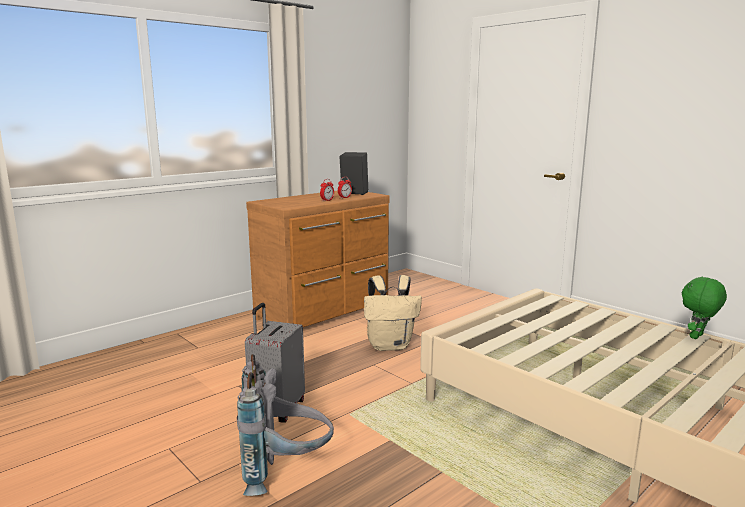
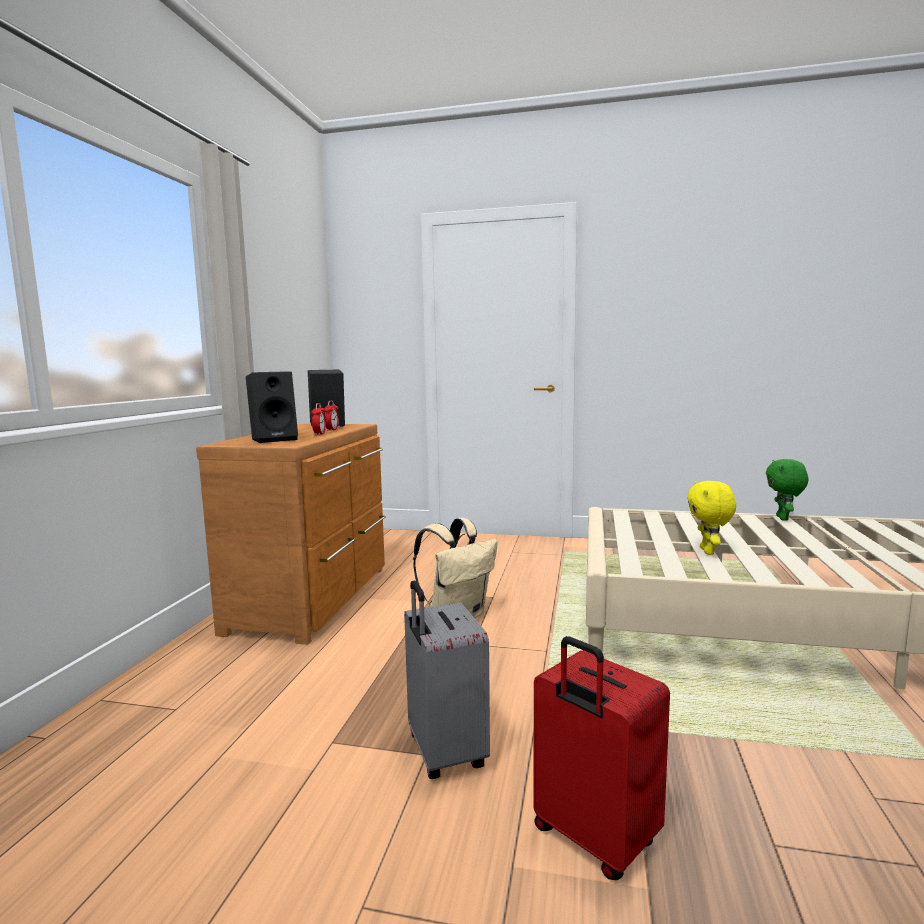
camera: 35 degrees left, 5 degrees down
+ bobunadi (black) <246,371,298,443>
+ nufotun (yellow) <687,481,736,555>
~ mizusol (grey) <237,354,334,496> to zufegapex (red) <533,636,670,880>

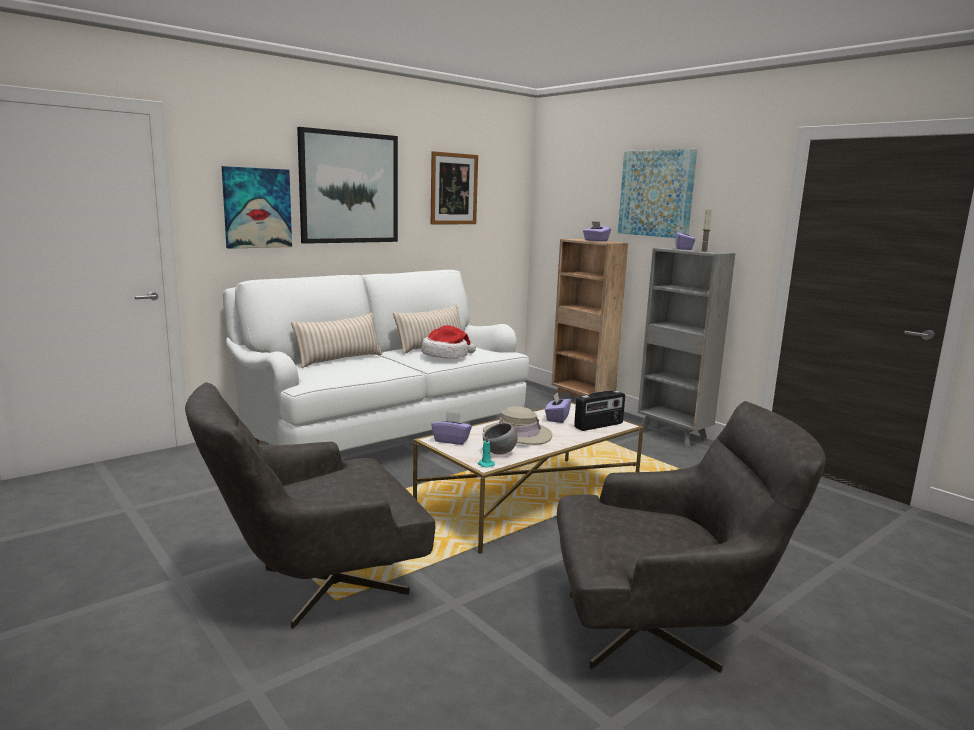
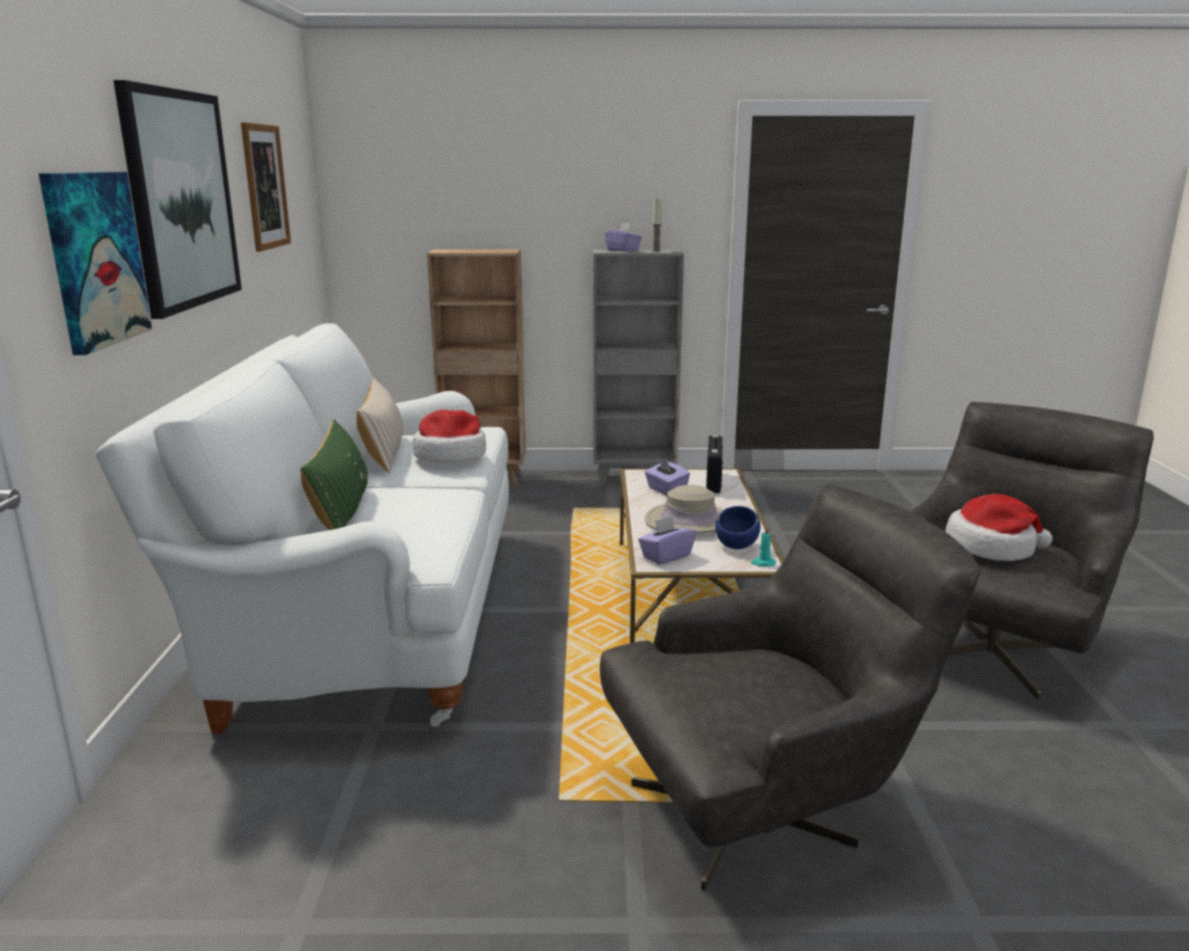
camera: 50 degrees left, 5 degrees up
- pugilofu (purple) <583,221,611,242>
- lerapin <618,149,697,238>
+ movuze <945,494,1053,561>
~ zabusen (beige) <291,313,382,368> to zabusen (green) <300,419,368,530>
~ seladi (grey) <483,423,518,455> to seladi (blue) <715,506,761,549>
~ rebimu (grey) <185,382,435,629> = <600,484,980,891> 120 degrees counterclockwise

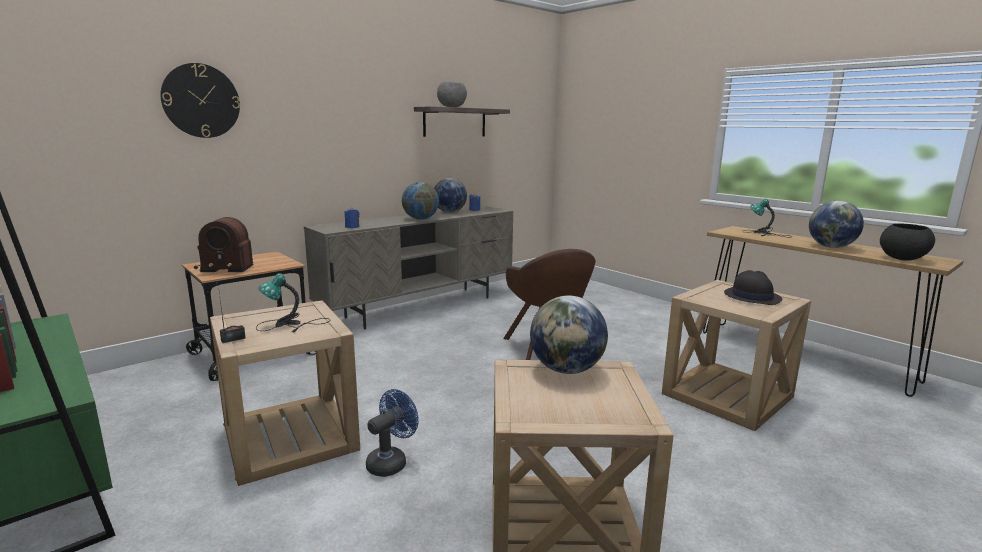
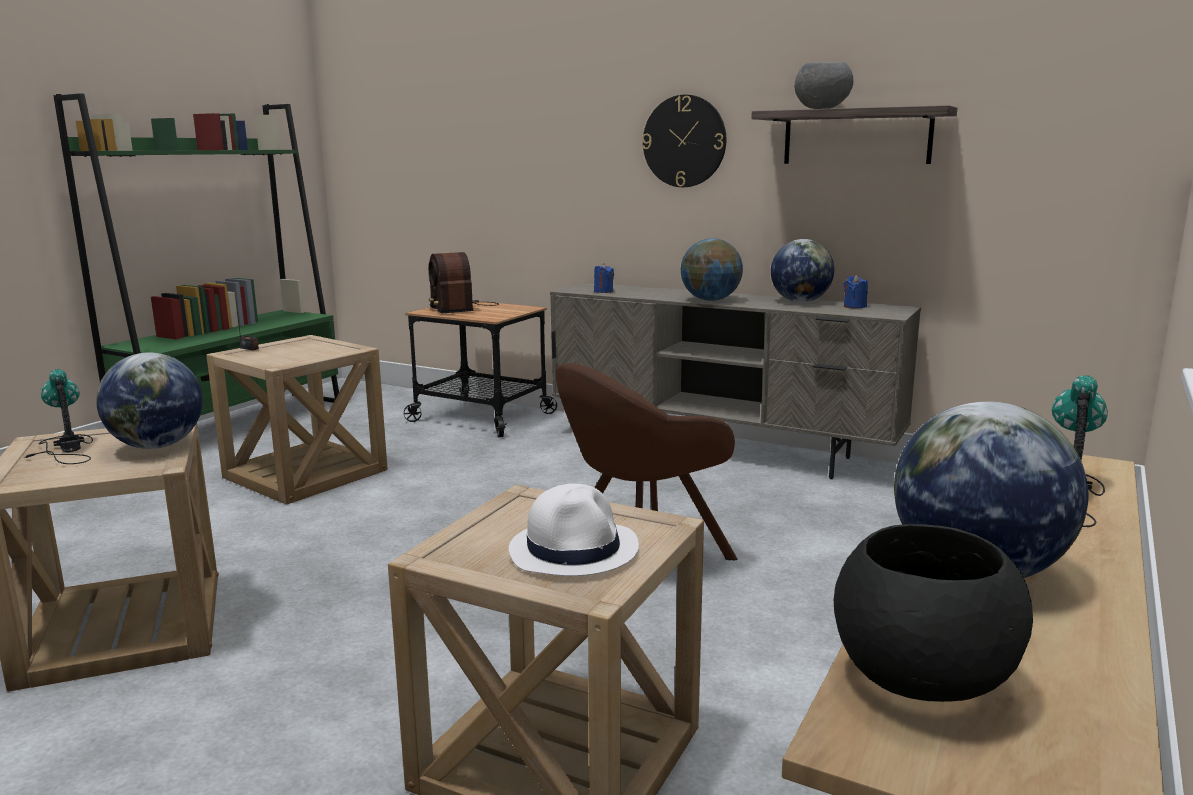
camera: 70 degrees right, 0 degrees up
- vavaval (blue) <366,389,419,477>
~ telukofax <160,63,240,138> to <642,95,726,187>
~ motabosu <256,273,330,332> to <23,369,93,464>
~ movuze (black) <724,270,782,305> to movuze (white) <509,484,639,576>

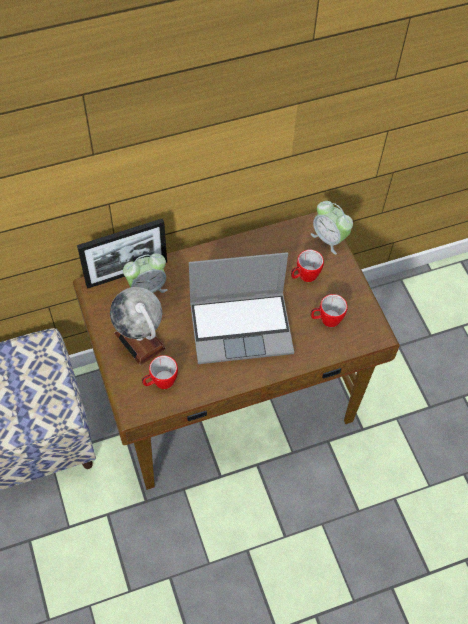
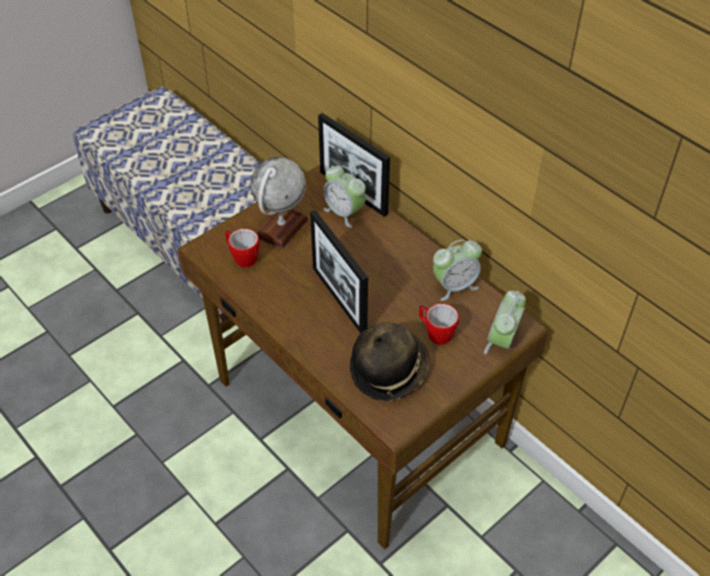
camera: 70 degrees right, 10 degrees down
+ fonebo <433,240,482,301>
~ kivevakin <189,252,294,364> to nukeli <310,210,368,333>
~ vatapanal <311,294,348,327> to movuze <350,322,430,402>

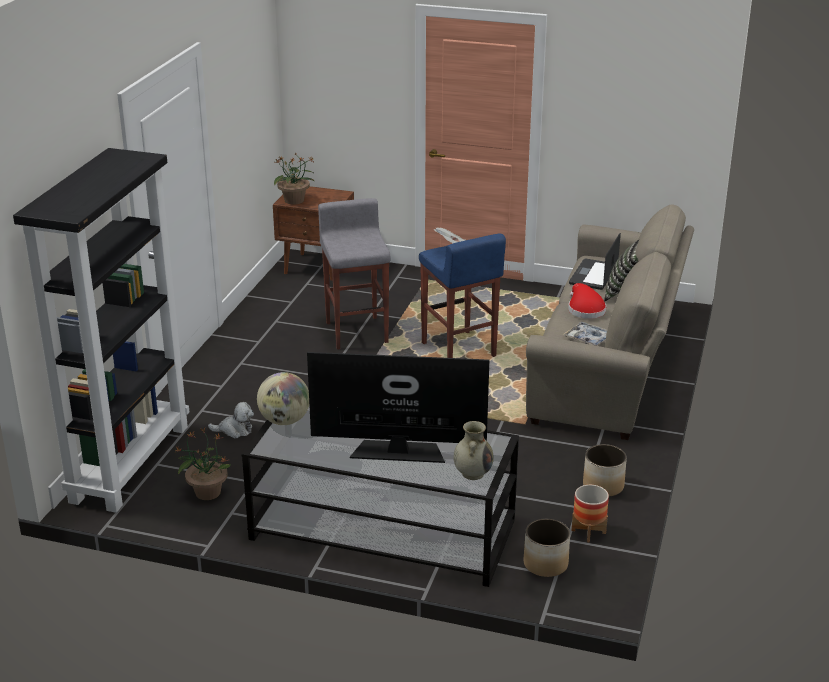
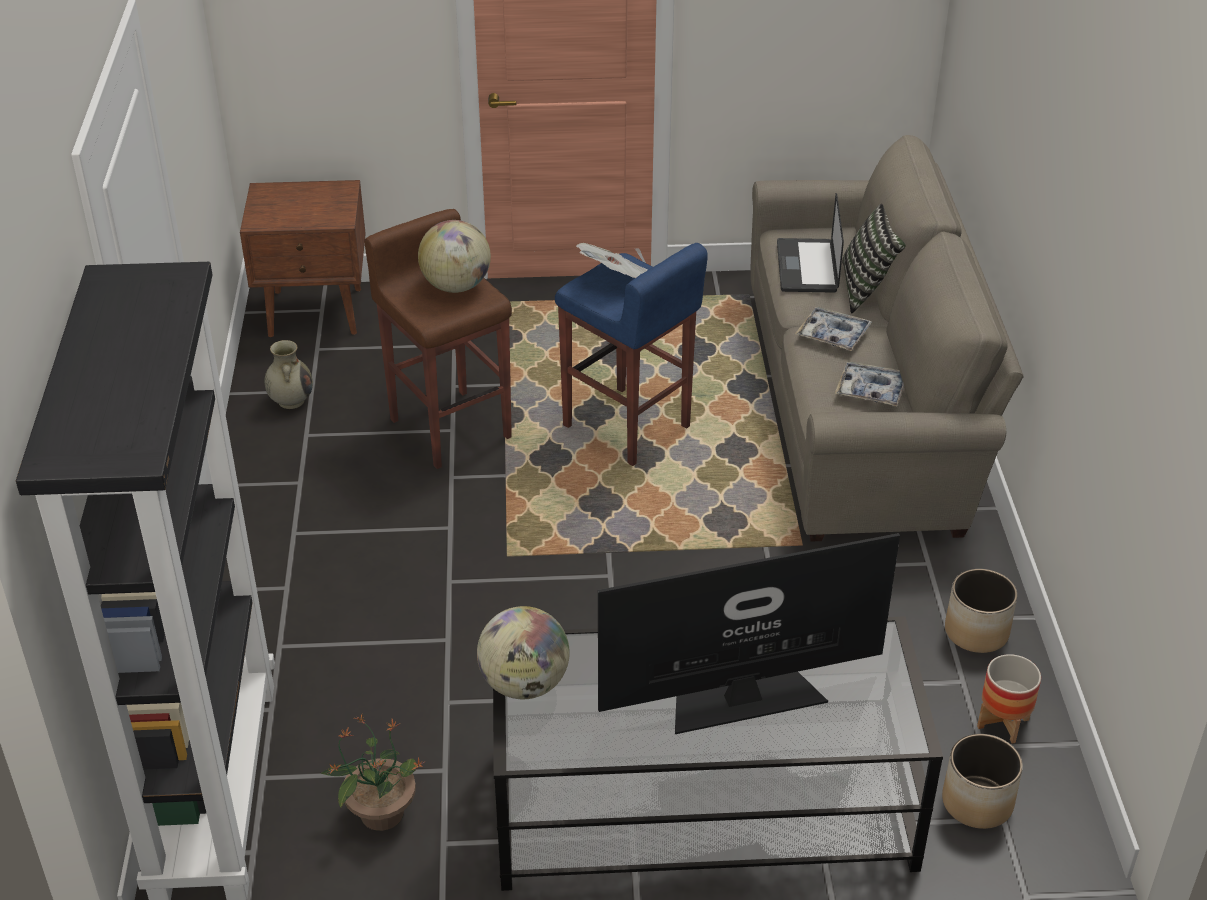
camera: 20 degrees left, 10 degrees up
- nufotun <208,402,254,438>
- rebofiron <274,153,315,205>
+ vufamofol <418,220,491,293>
~ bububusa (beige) <454,421,494,480> to <264,340,313,409>
~ movuze (red) <568,283,606,319> to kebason <795,307,872,351>
~ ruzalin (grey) <318,198,391,350> to ruzalin (brown) <364,209,512,469>

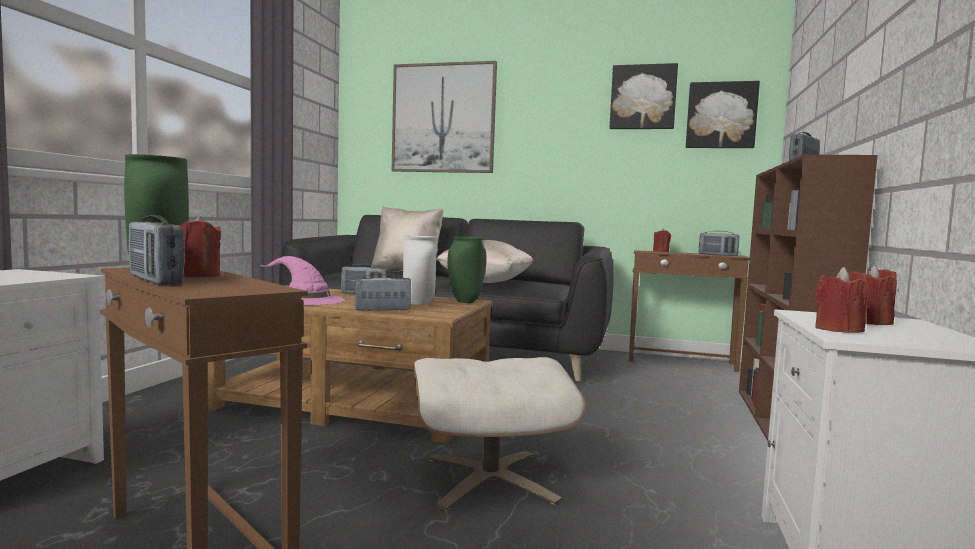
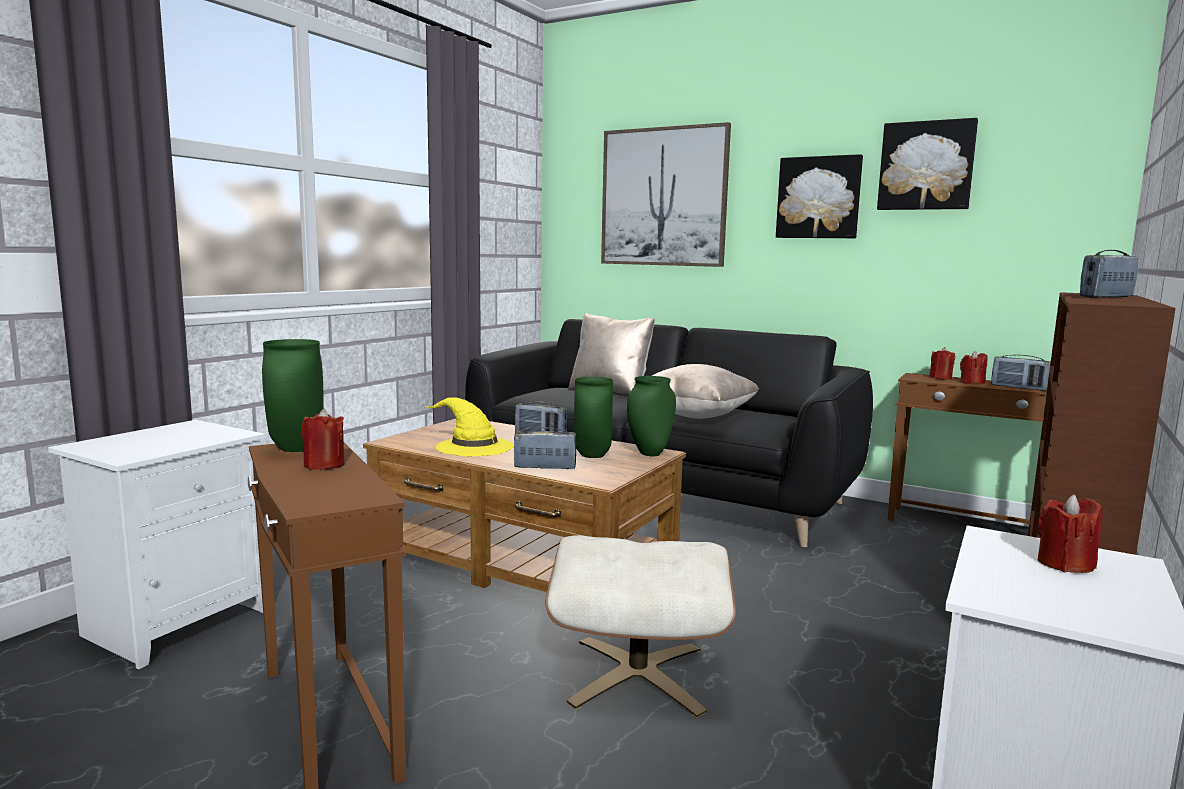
camera: 15 degrees right, 5 degrees up
- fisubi <128,215,185,285>
~ lerapin <686,81,760,148> to <776,154,863,238>
~ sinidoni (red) <815,267,868,333> to <960,351,988,384>
~ movuze (pink) <261,256,345,305> to movuze (yellow) <426,397,514,456>
~ bububusa (white) <403,236,437,305> to bububusa (green) <574,377,613,458>

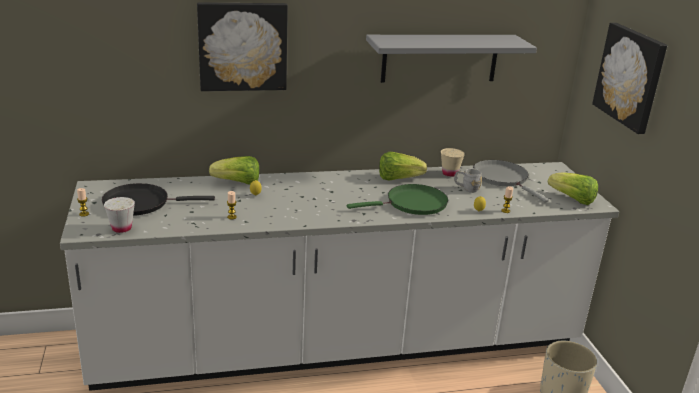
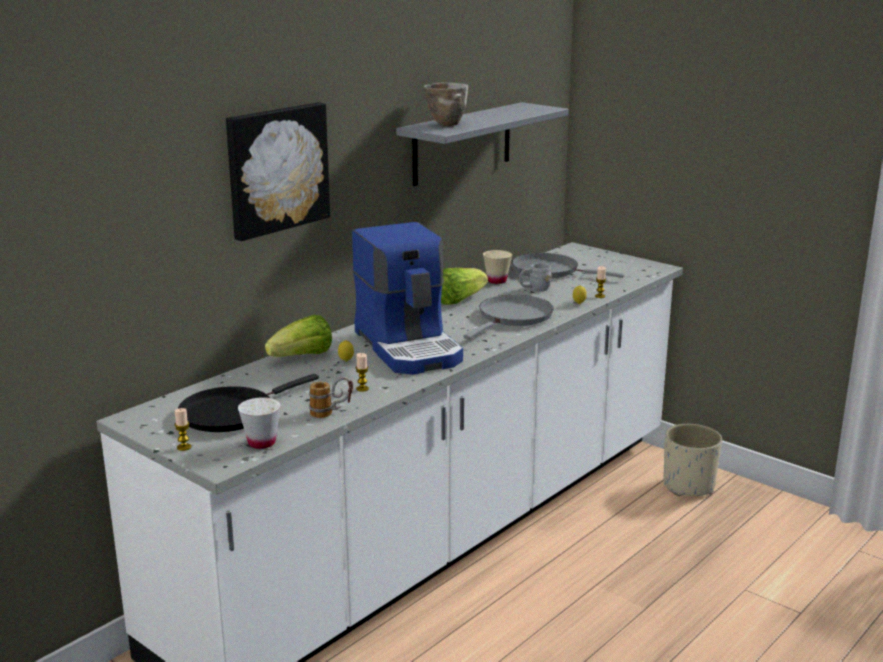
camera: 35 degrees left, 5 degrees down
- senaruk <548,172,598,205>
- lerapin <592,23,667,134>
+ vatapanal <309,377,353,418>
+ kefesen <352,222,463,375>
+ seladi <424,82,468,126>
~ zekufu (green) <347,184,448,215> to zekufu (grey) <464,295,554,339>

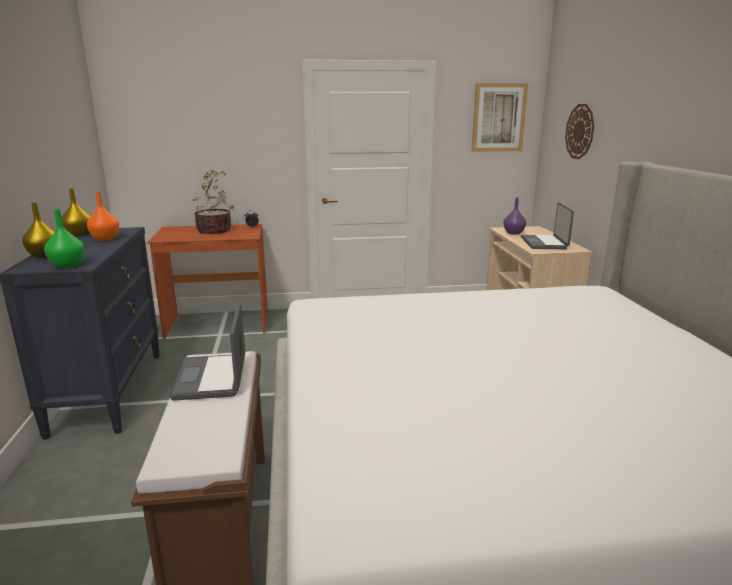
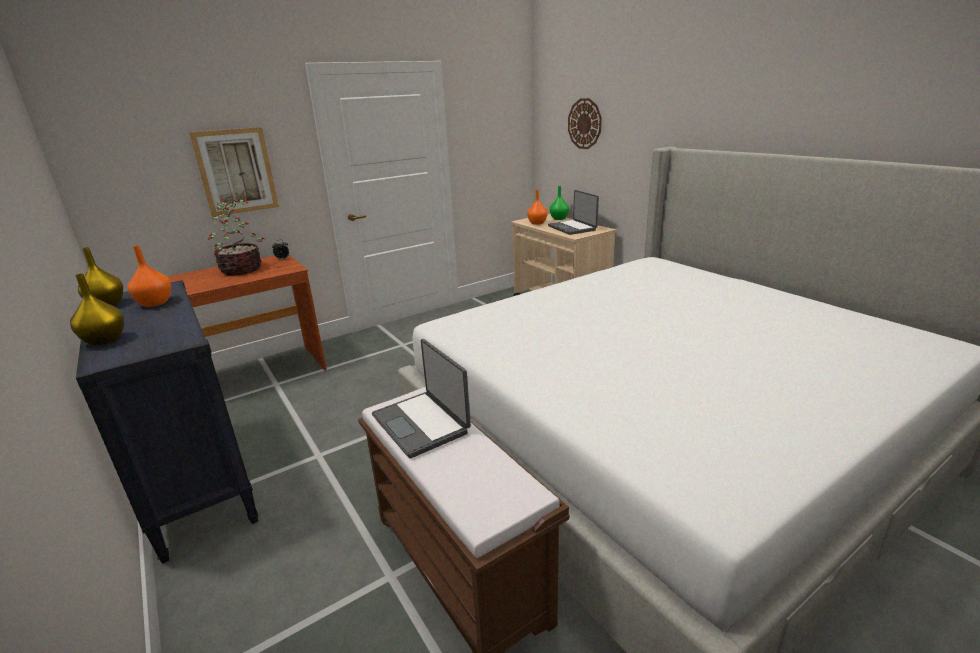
camera: 25 degrees left, 5 degrees up
~ bububusa (green) <44,209,84,268> to <549,186,569,220>
~ lerapin <471,83,528,152> to <189,127,279,217>
~ bububusa (purple) <503,197,526,235> to bububusa (orange) <527,190,548,225>

